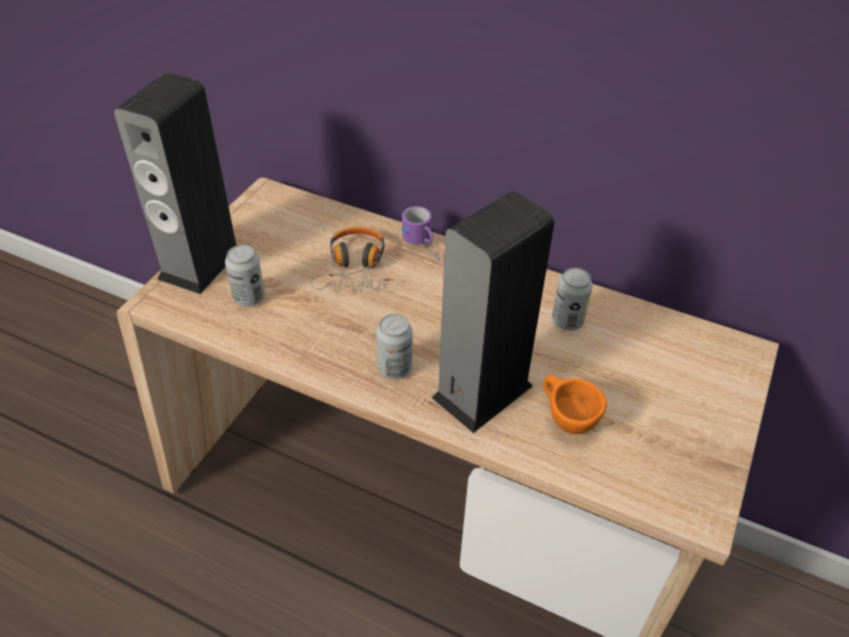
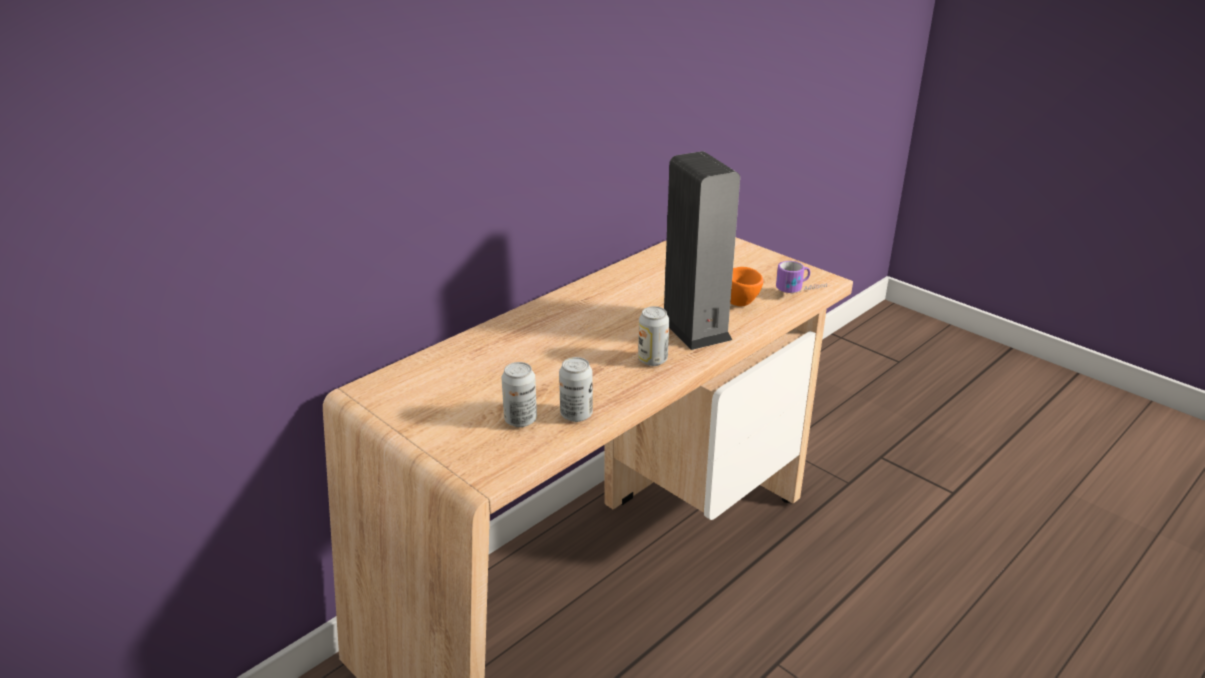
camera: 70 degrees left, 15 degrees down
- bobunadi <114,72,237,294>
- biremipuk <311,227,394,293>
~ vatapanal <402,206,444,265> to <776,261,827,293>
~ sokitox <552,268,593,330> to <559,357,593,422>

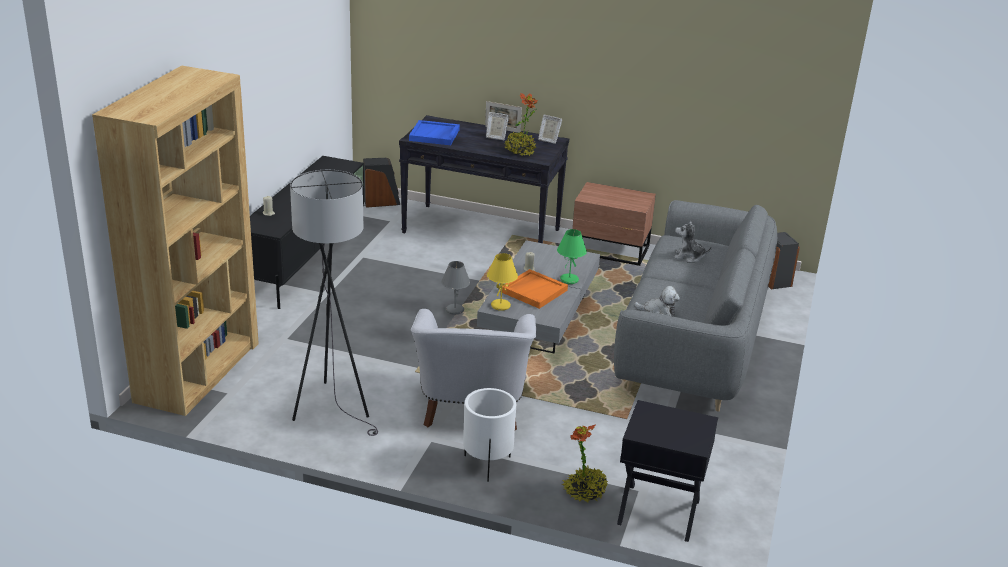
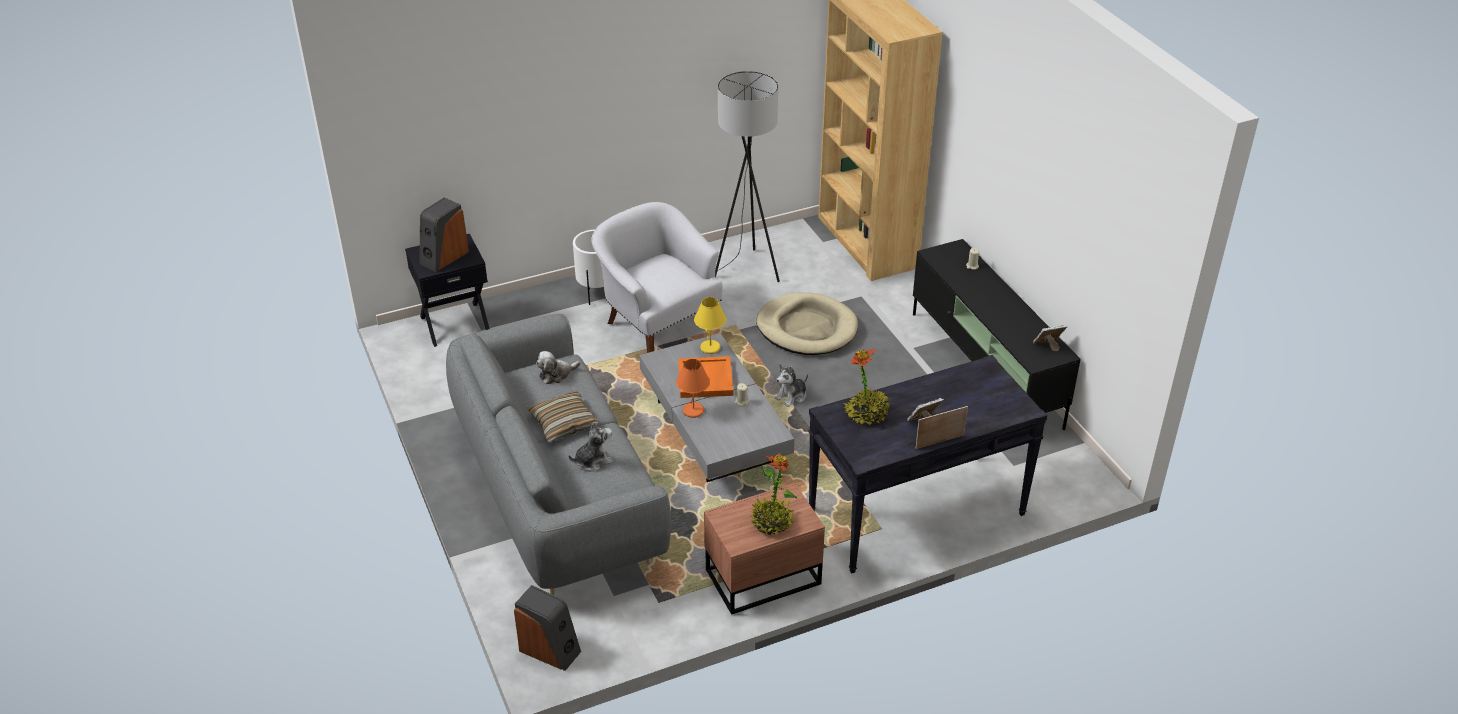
camera: 140 degrees right, 10 degrees up
- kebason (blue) <409,120,460,145>
+ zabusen <527,391,599,442>
+ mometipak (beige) <756,293,858,355>
~ bobunadi <363,158,400,208> to <420,197,469,272>
~ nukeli <538,115,562,144> to <1033,325,1067,351>
~ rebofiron <562,424,608,503> to <750,453,797,535>
~ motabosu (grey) <441,261,470,315> to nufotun <775,364,808,407>
~ motabosu (green) <557,229,587,284> to motabosu (orange) <676,359,710,418>

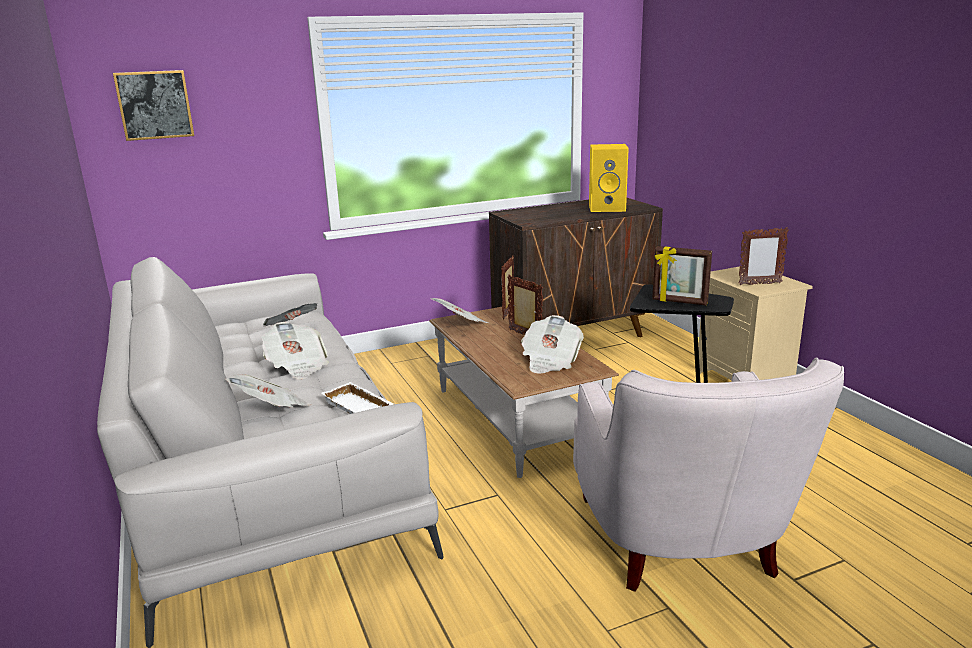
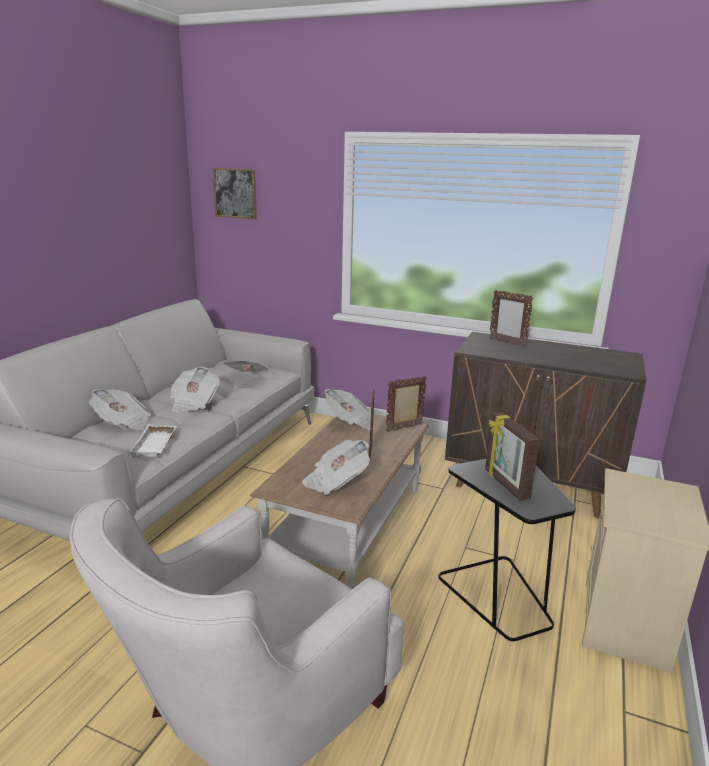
camera: 45 degrees right, 0 degrees up
- bobunadi (yellow) <589,144,629,212>
~ nukeli <738,227,789,285> to <489,290,533,347>

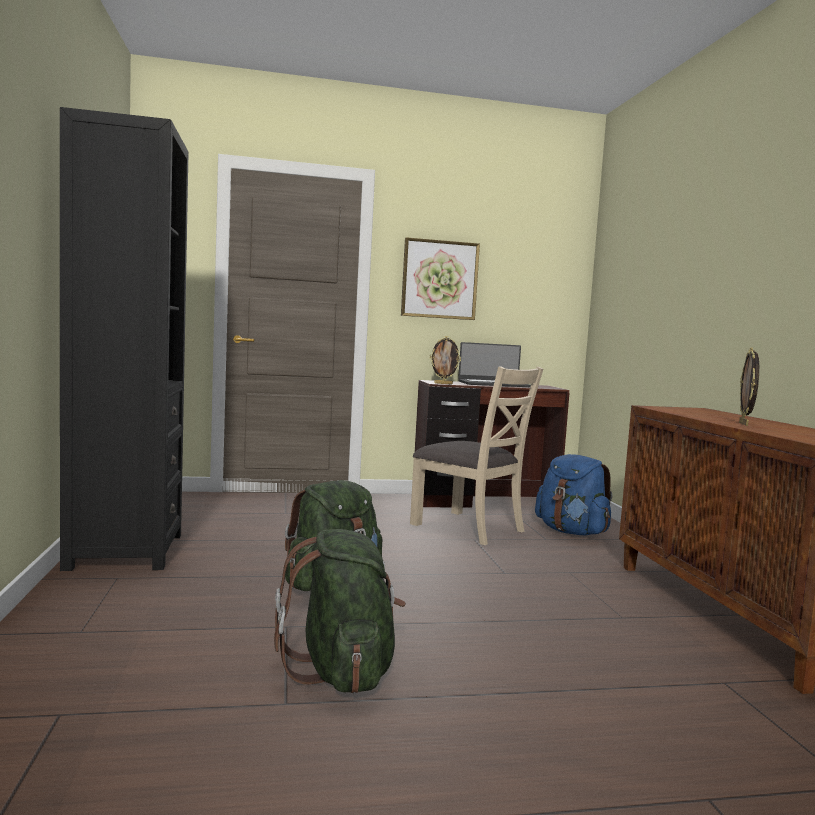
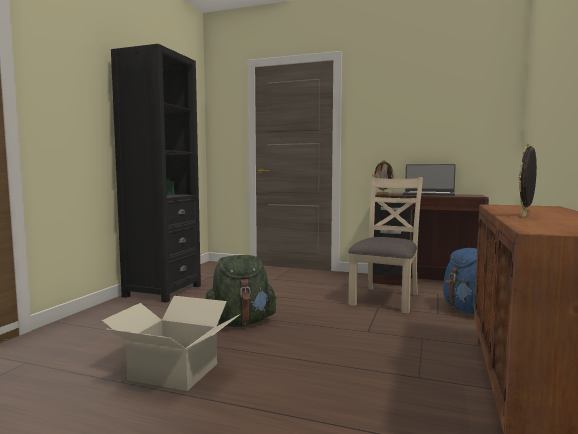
camera: 30 degrees right, 0 degrees up
- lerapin <401,237,480,320>
~ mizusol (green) <274,529,406,694> to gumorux <101,296,239,391>
~ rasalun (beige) <410,366,543,545> = <348,177,423,314> 135 degrees counterclockwise

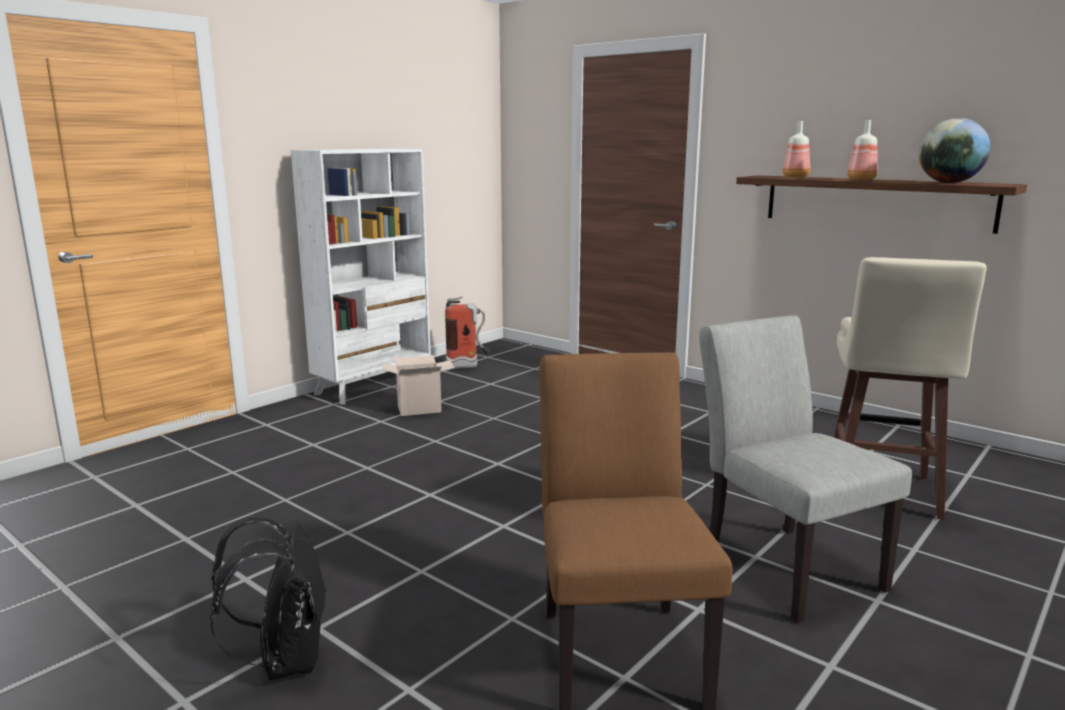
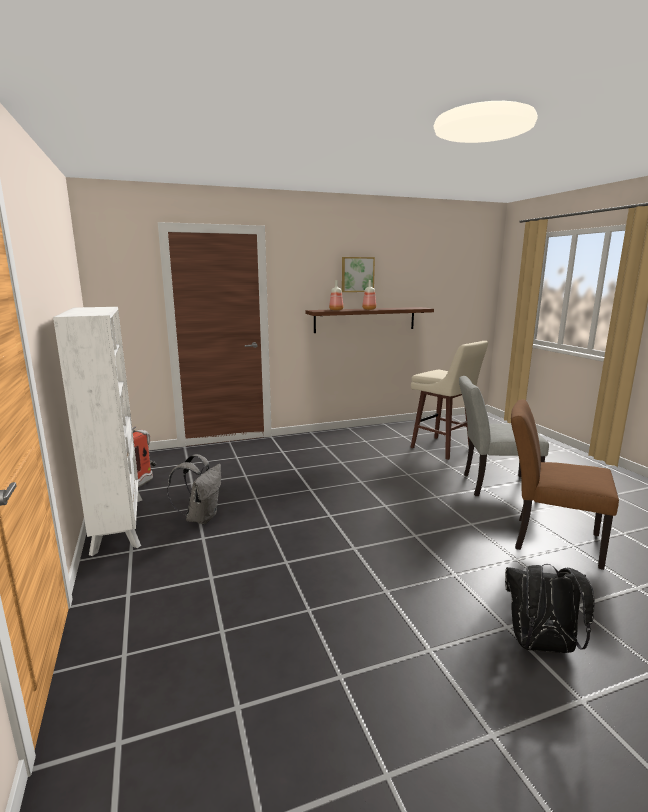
camera: 60 degrees left, 0 degrees up
- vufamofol <919,118,991,183>
+ lerapin <342,257,375,292>
~ gumorux <382,355,455,416> to mizusol (grey) <167,454,221,524>

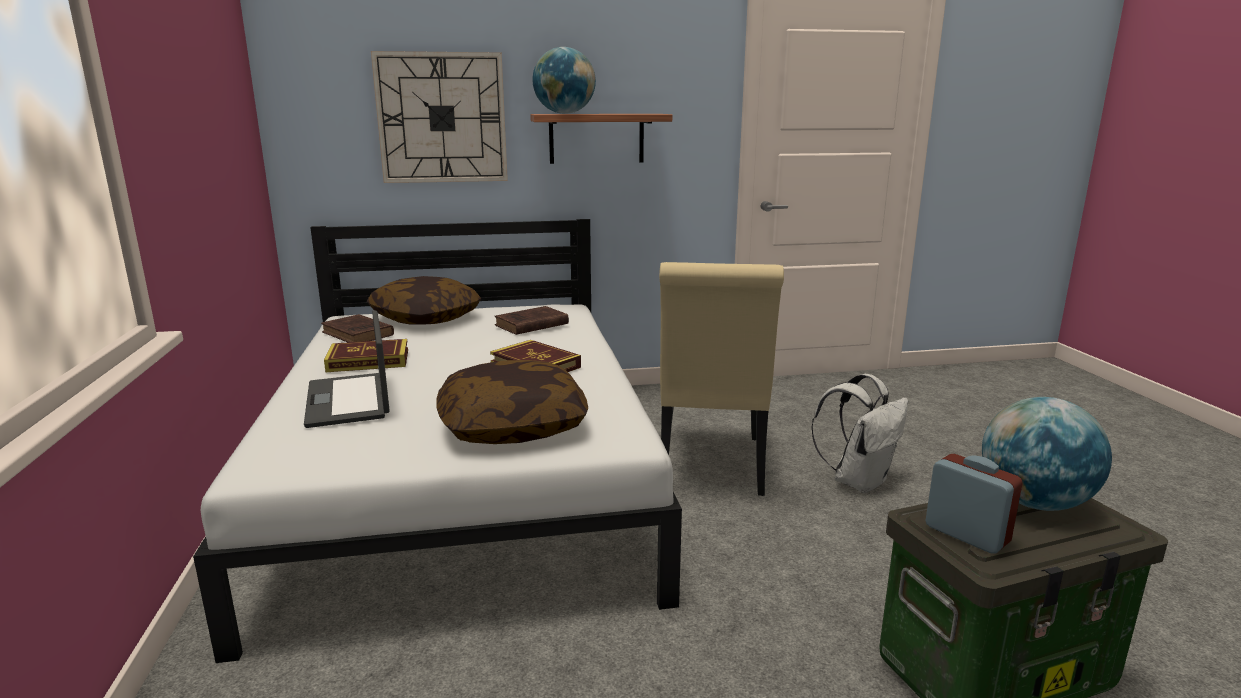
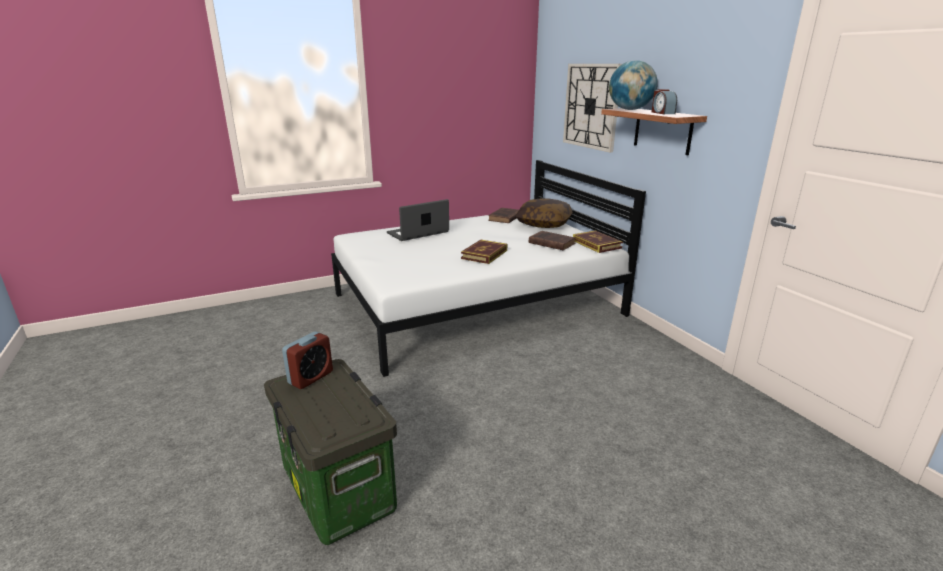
camera: 75 degrees right, 5 degrees up
- zabusen <436,360,588,444>
- rasalun (beige) <659,262,784,496>
- mizusol (white) <811,374,908,493>
- vufamofol <982,397,1112,511>
+ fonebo <652,89,677,114>
~ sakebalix <324,339,408,372> to <573,230,623,253>

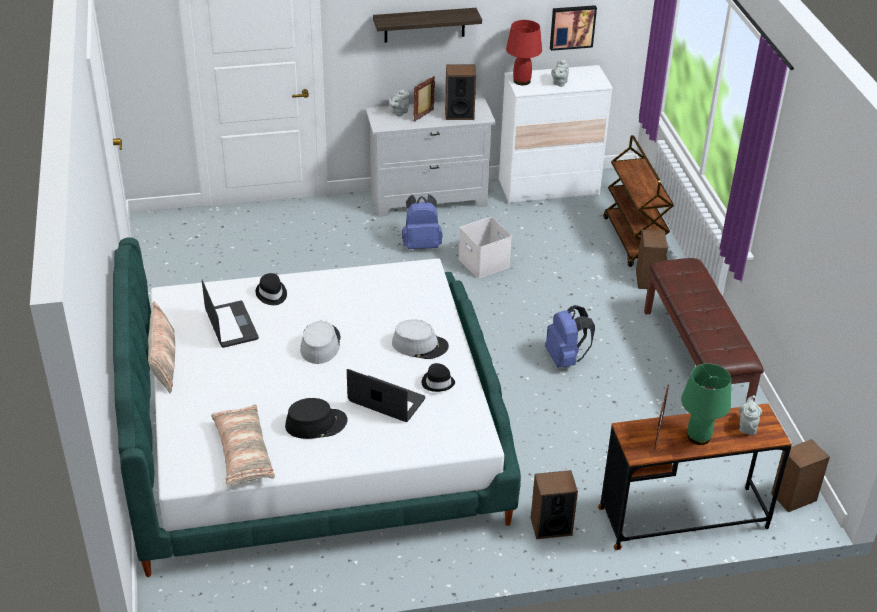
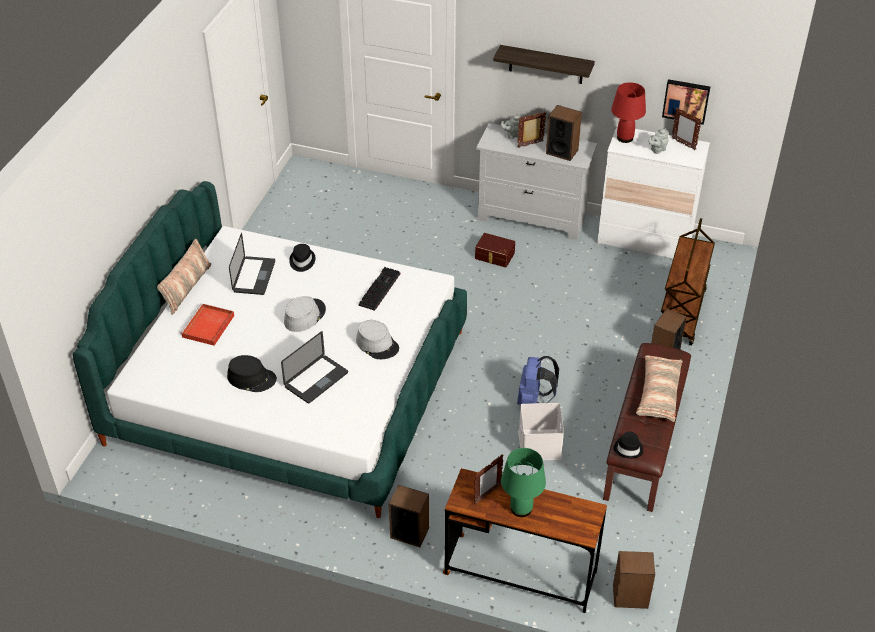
camera: 30 degrees right, 5 degrees up
- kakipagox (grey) <738,395,762,435>
+ kebason (red) <180,303,234,346>
+ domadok <359,267,400,311>
+ nukeli <672,108,702,150>
~ zabusen <211,405,275,486> to <636,355,682,422>
~ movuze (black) <422,363,455,392> to <614,431,643,458>
~ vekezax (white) <458,217,512,278> to <519,403,564,460>
~ mizusol (blue) <402,194,442,249> to vekezax (brown) <475,233,515,268>
~ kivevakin <347,369,425,422> = <281,331,348,403> 75 degrees clockwise

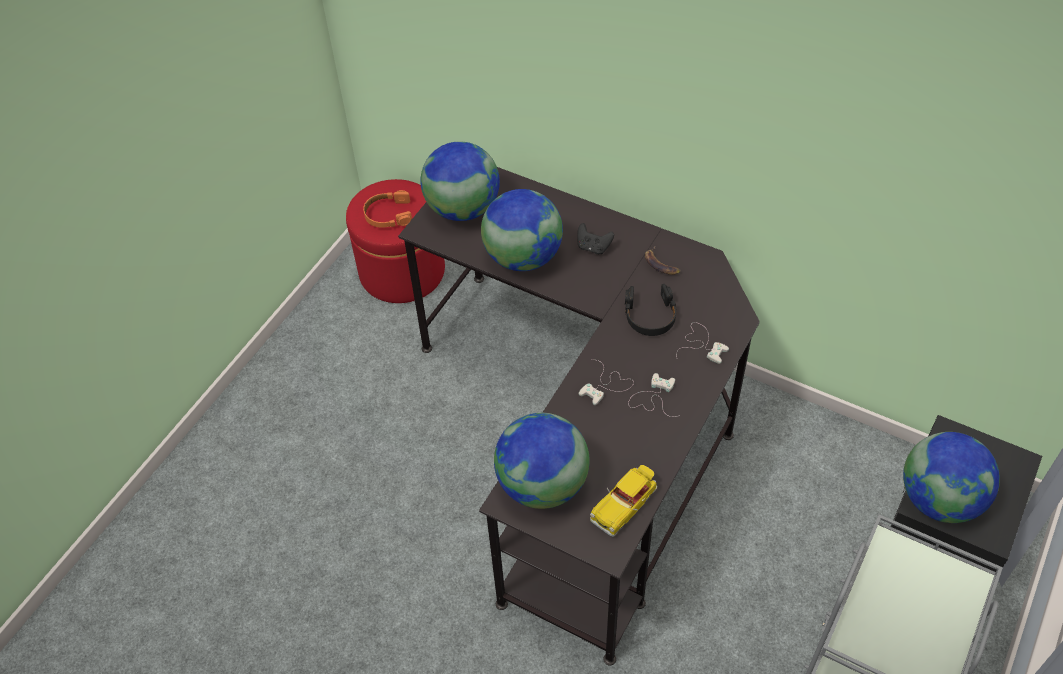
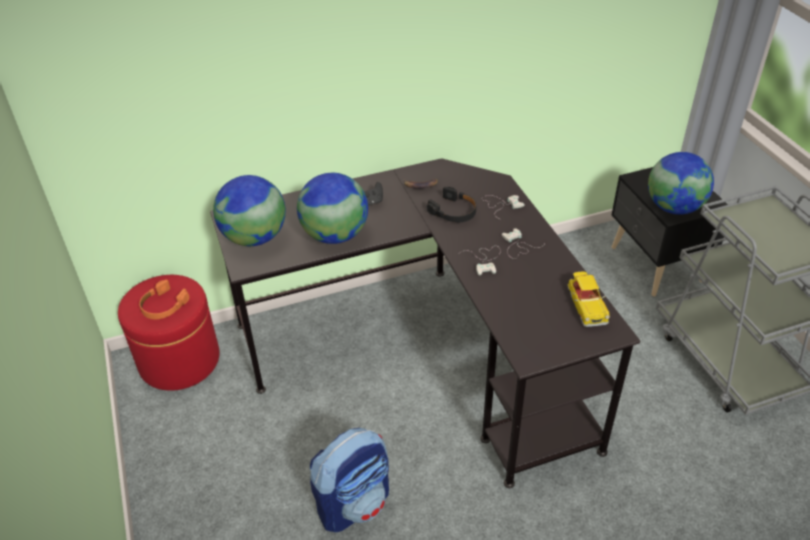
camera: 50 degrees left, 10 degrees down
- vufamofol <494,413,590,509>
+ mizusol <310,428,389,532>

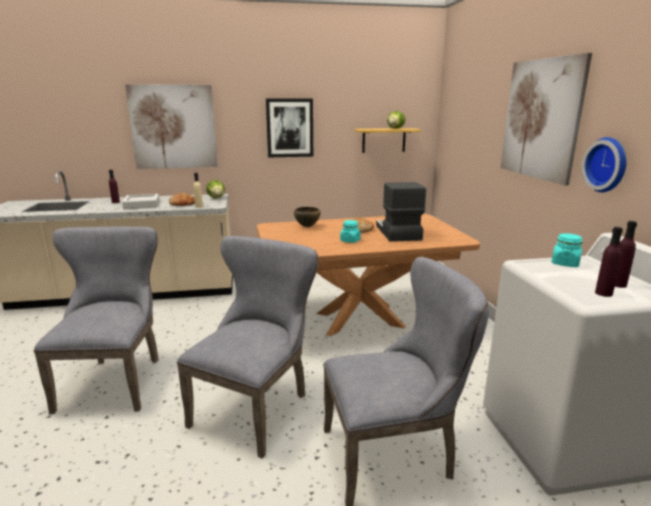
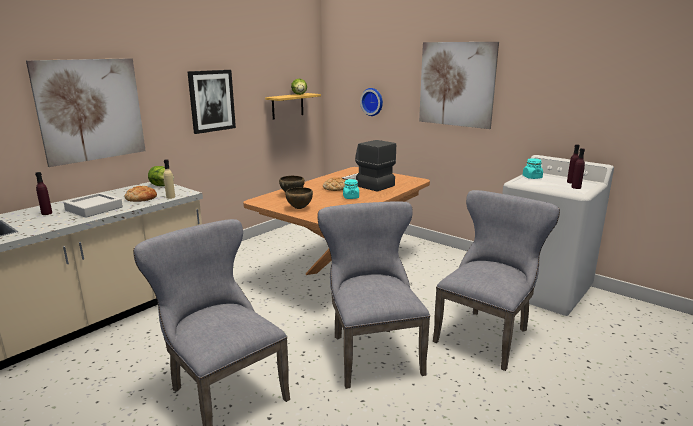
camera: 40 degrees left, 0 degrees up
+ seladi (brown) <286,187,313,209>
~ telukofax <582,137,627,192> to <360,88,383,116>

